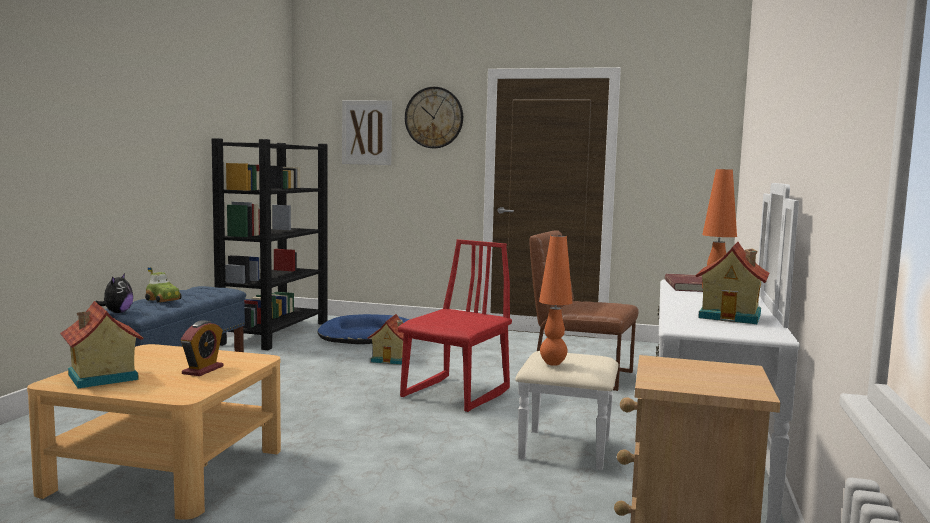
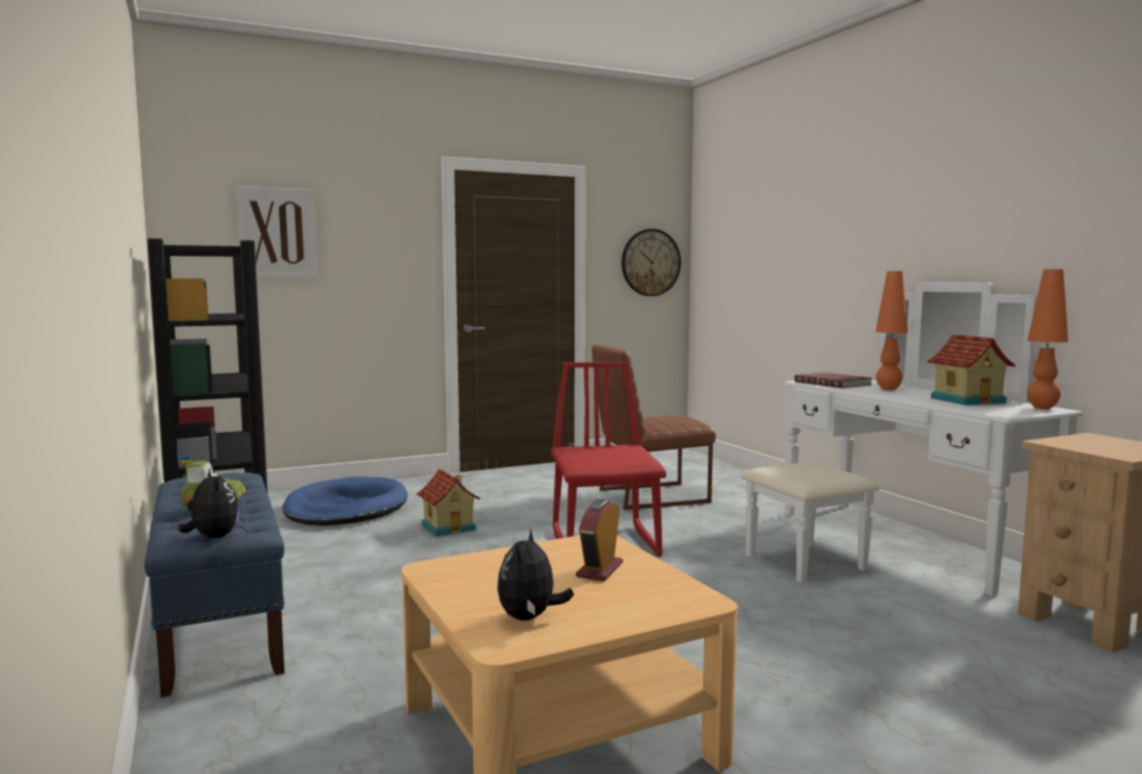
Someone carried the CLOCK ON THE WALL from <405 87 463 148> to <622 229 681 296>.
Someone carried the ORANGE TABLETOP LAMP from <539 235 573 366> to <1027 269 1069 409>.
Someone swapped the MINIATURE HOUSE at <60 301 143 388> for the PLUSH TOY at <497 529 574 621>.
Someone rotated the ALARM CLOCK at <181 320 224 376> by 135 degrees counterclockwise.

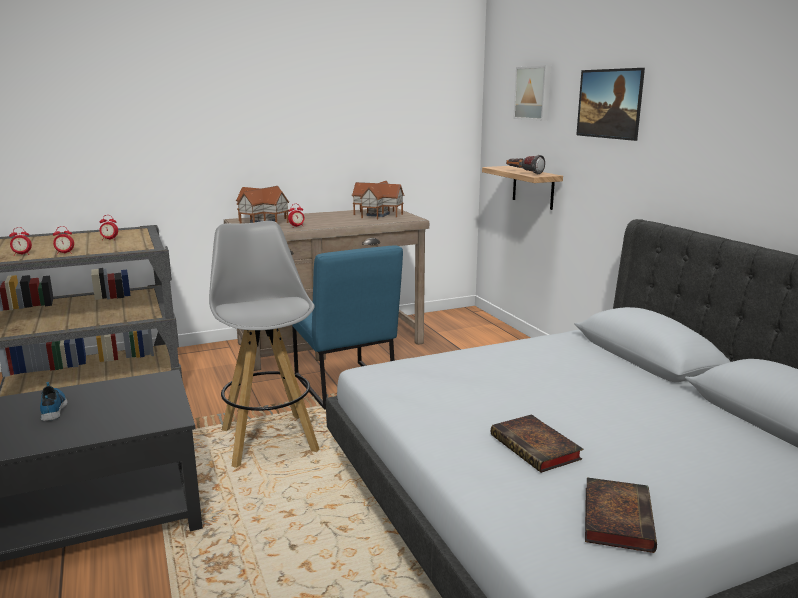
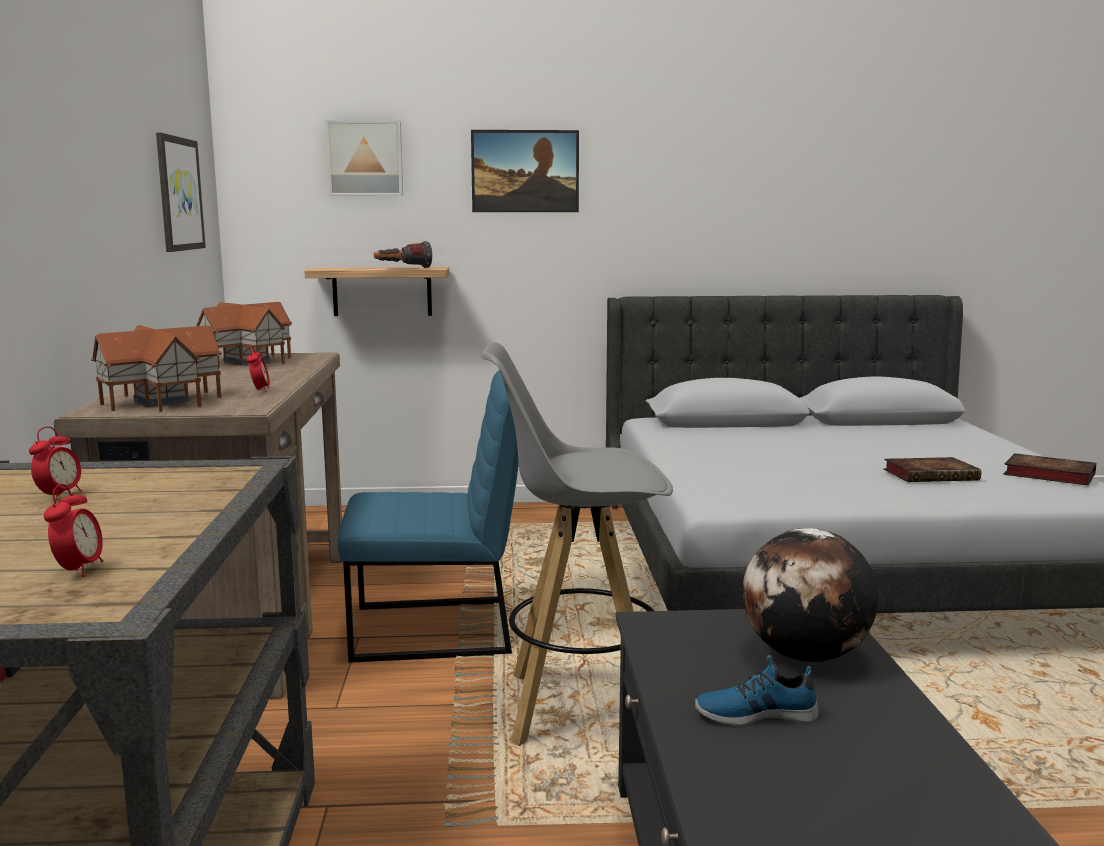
Someone took away the ALARM CLOCK at <53 226 74 255>.
Someone put up the PICTURE at <156 133 206 252>.
Someone put down the GLOBE at <743 528 878 663>.

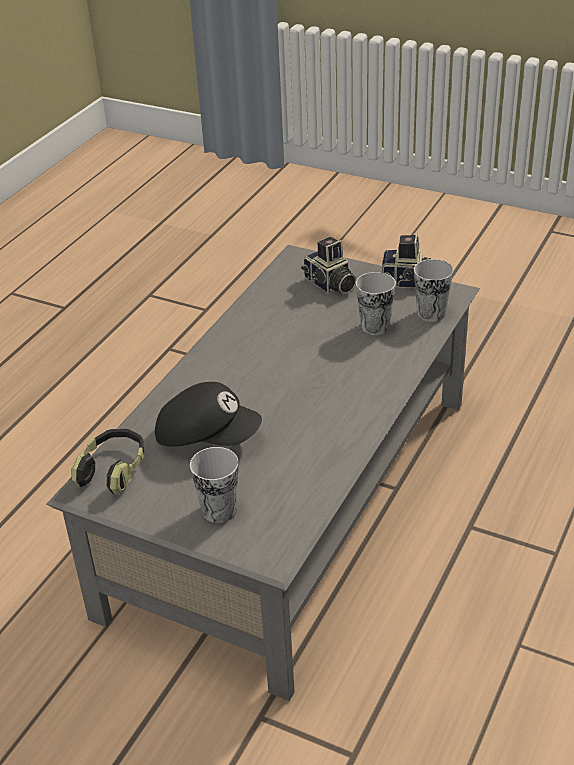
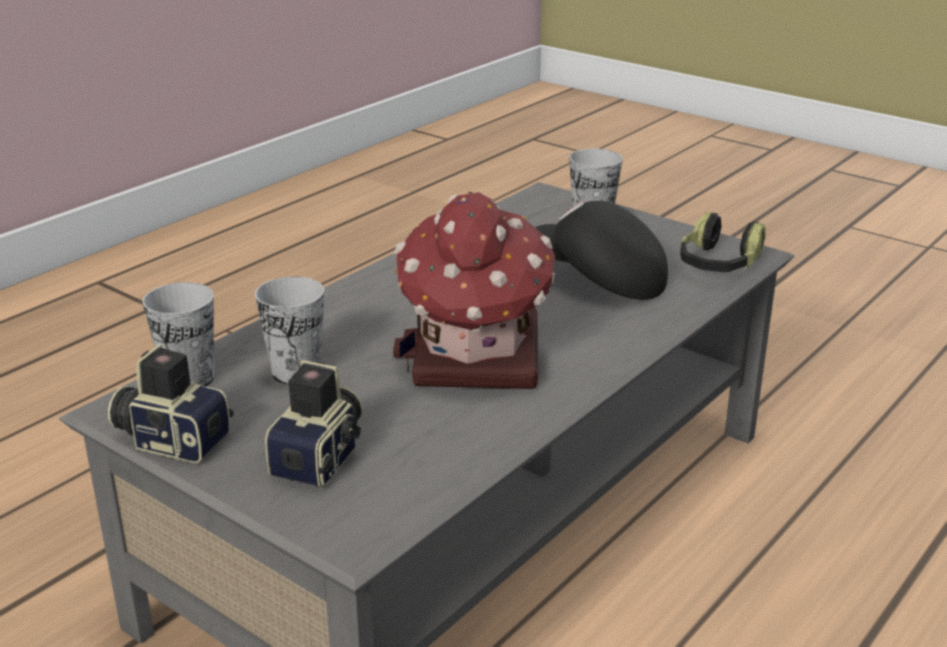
Someone put down the MINIATURE HOUSE at <393 191 555 389>.
Someone rotated the STILL CAMERA at <301 237 357 294> by 45 degrees clockwise.

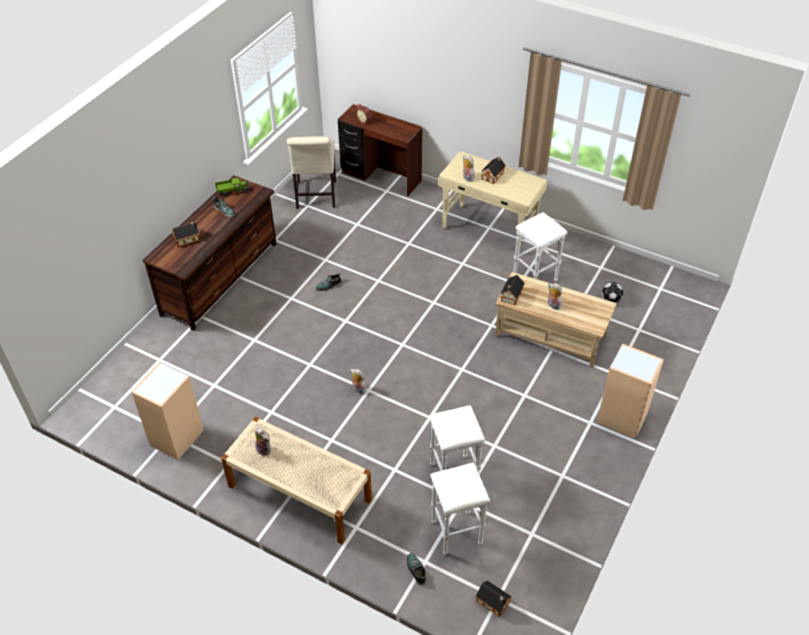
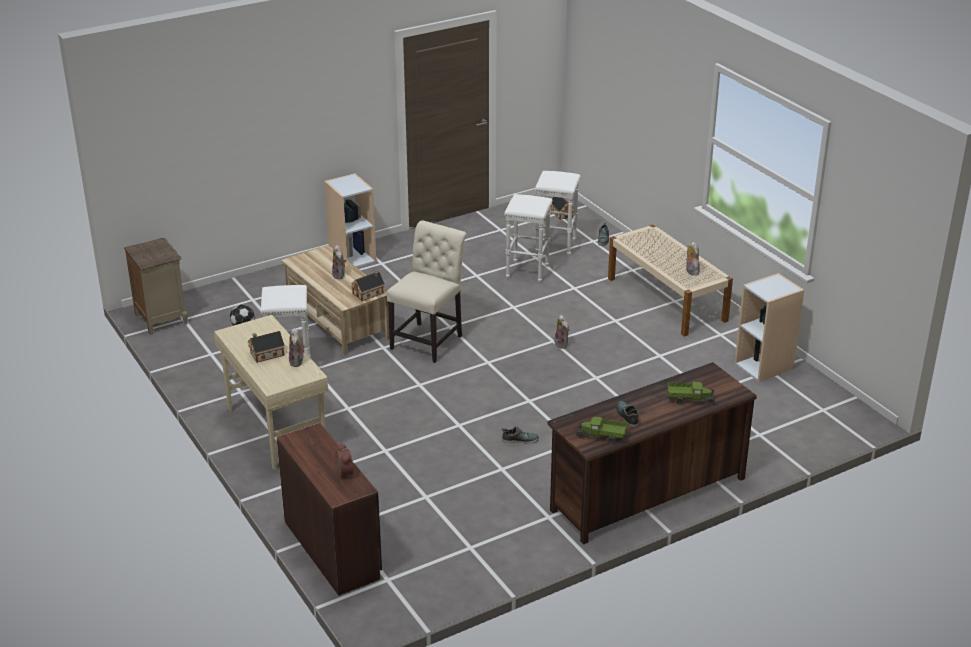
Someone put down the BEIGE BEDSIDE TABLE at <124 238 188 335>.
Someone carried the BEIGE PLAIN CHAIR from <287 136 336 209> to <387 220 467 363>.
Someone swapped the MINIATURE HOUSE at <171 221 200 247> for the TOY LORRY at <668 382 715 405>.

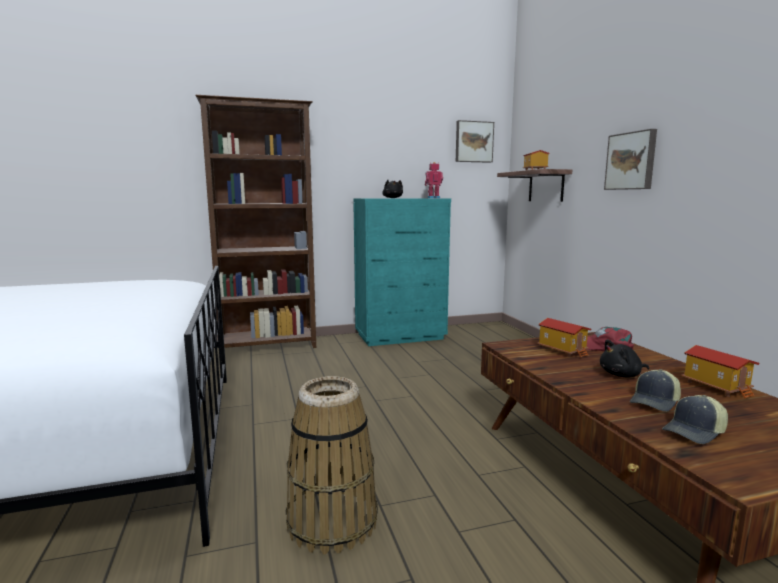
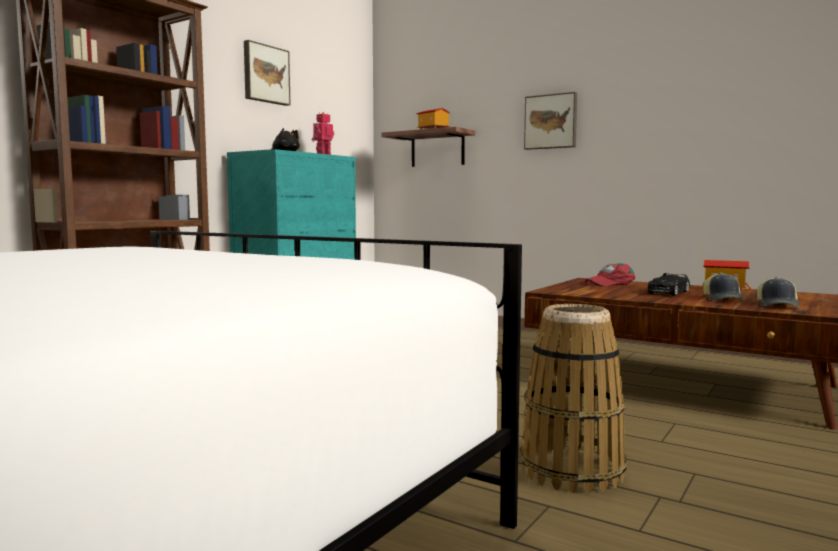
Someone took away the MINIATURE HOUSE at <537 318 591 357>.
Someone carried the PICTURE from <456 120 494 163> to <244 40 291 106>.
Someone swapped the BLACKISH PLUSH TOY at <600 340 649 378> for the BLACKISH MINIATURE CAR at <648 273 690 296>.

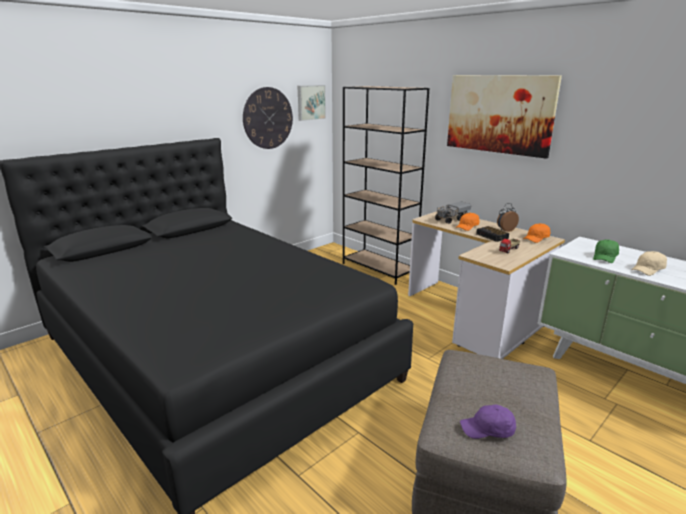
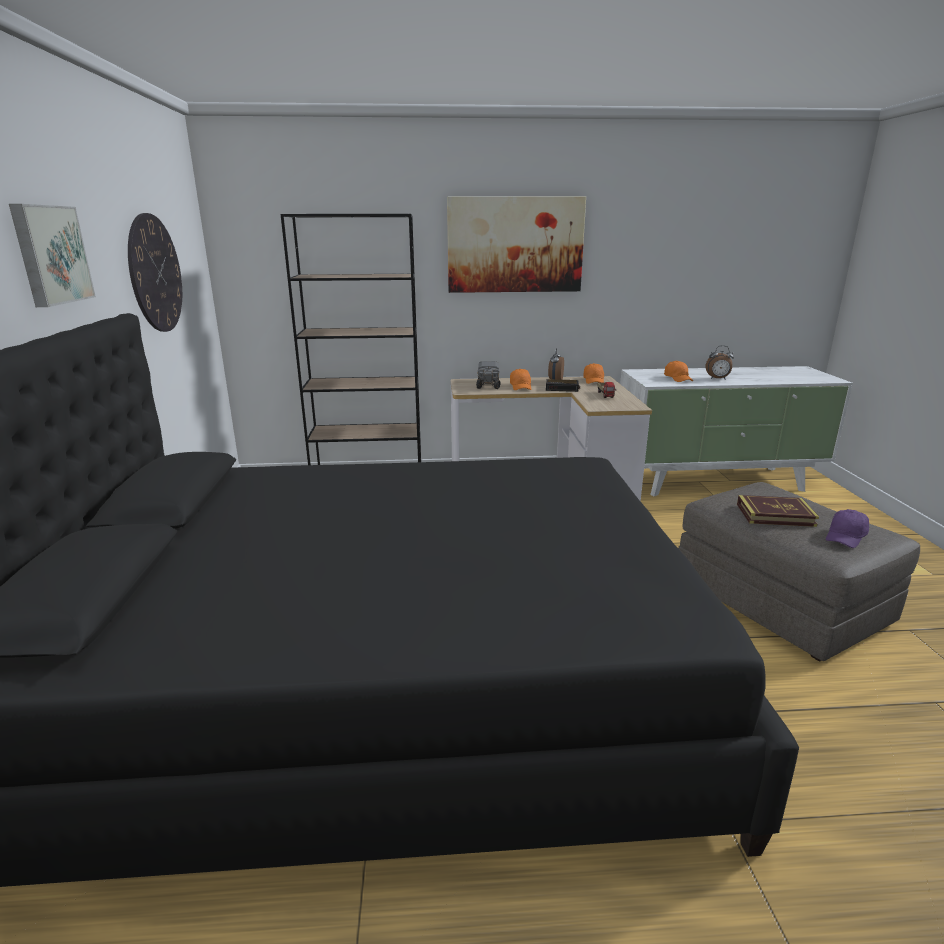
Someone put down the BOUND BOOK at <737 495 819 527>.
Someone carried the PICTURE from <298 85 326 121> to <9 204 96 307>.
Someone swapped the BEIGE CAP at <631 251 667 276> for the ALARM CLOCK at <706 346 734 379>.
Someone repainted the GREENISH CAP at <593 239 619 263>, which became the ORANGE CAP at <664 361 693 382>.

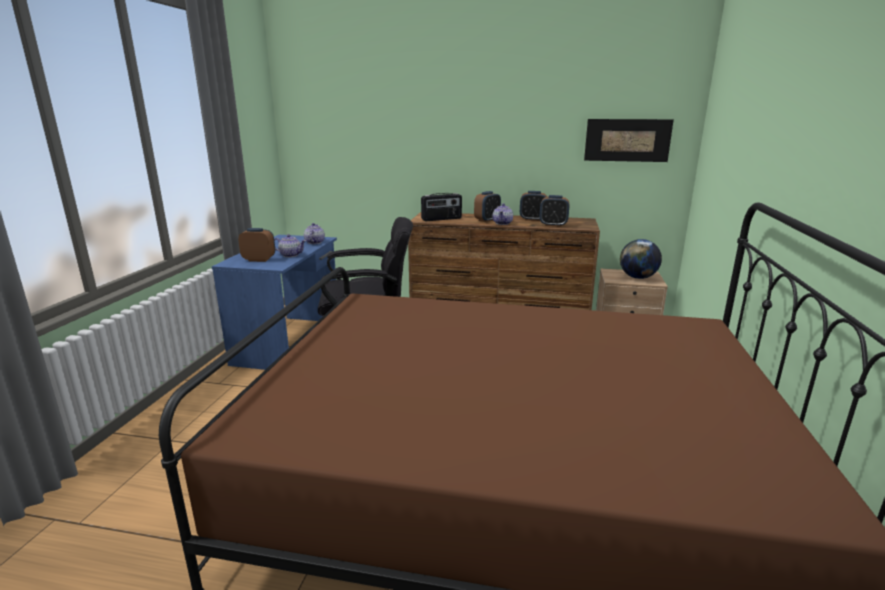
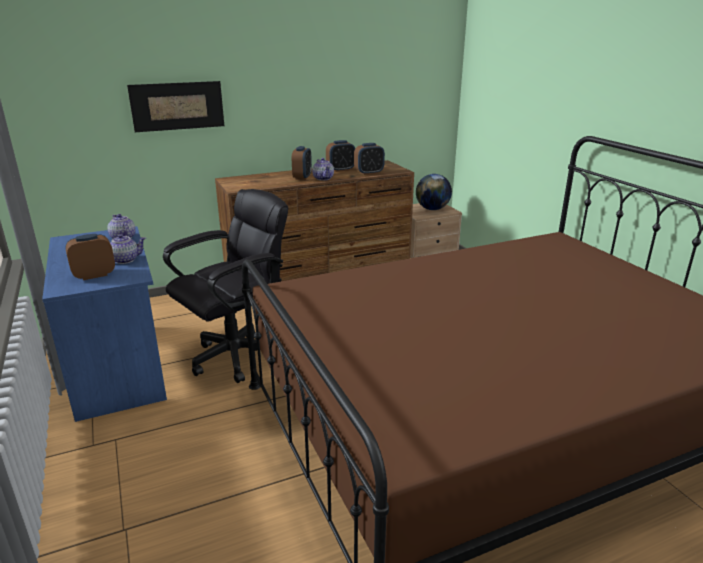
Someone took away the RADIO SET at <421 193 462 221>.
Someone carried the PICTURE from <584 119 674 162> to <127 81 224 132>.

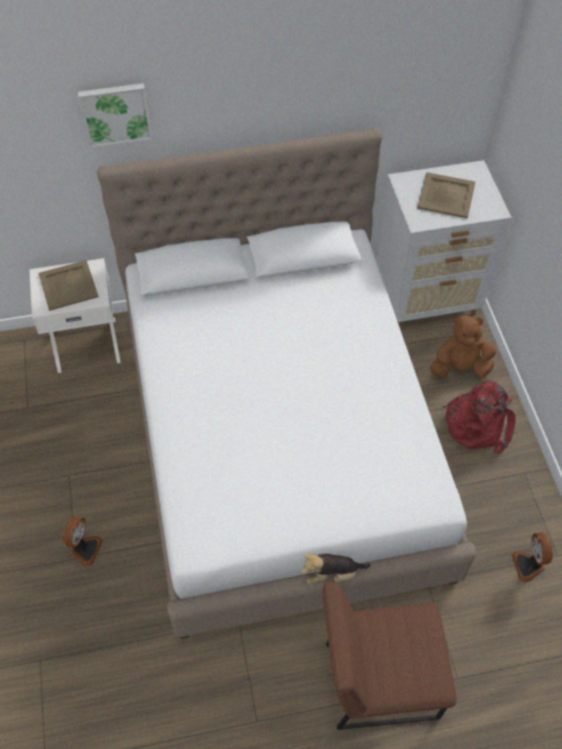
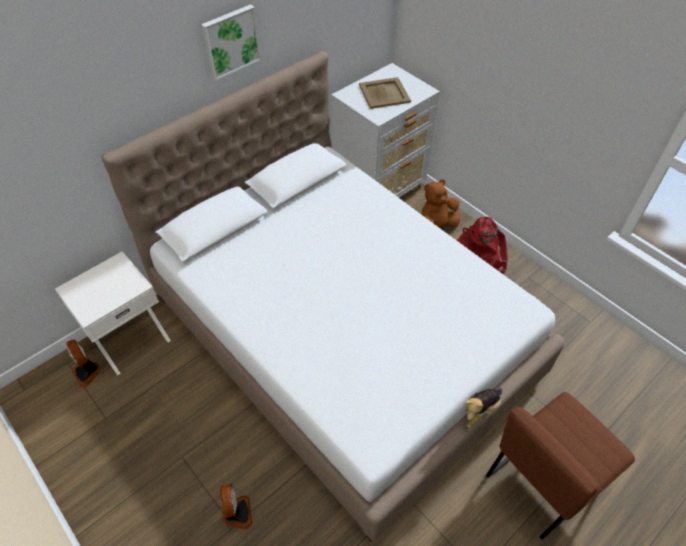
Someone took away the BEIGE TRAY at <38 260 99 311>.
Someone carried the PICTURE from <78 83 152 148> to <201 4 261 81>.
Someone carried the COOLING FAN from <512 532 553 582> to <66 339 101 387>.

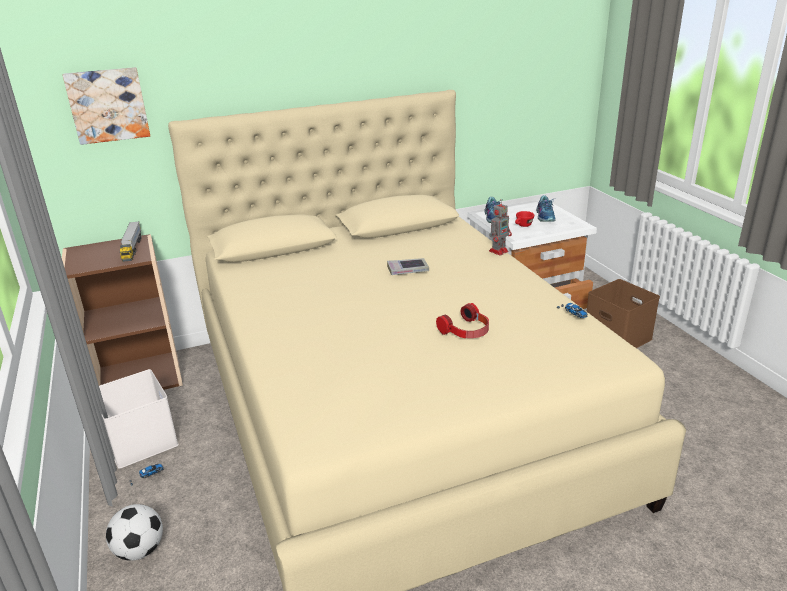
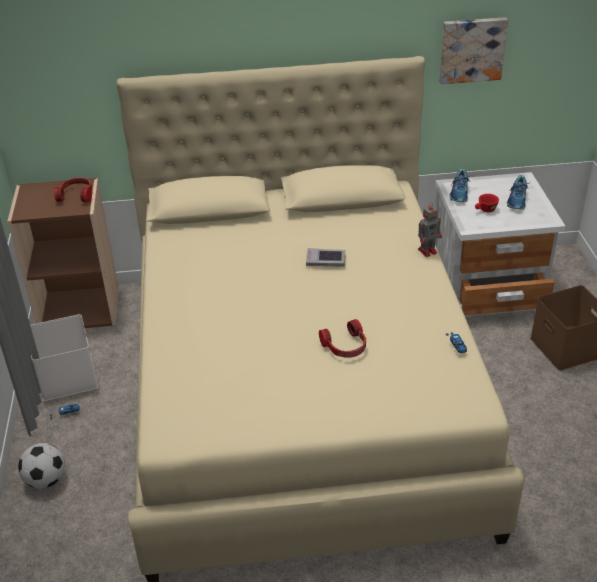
Someone carried the PICTURE from <63 67 150 145> to <439 17 508 84>.
Someone swapped the TOY LORRY at <120 221 142 262> for the HEADPHONES at <54 177 92 202>.

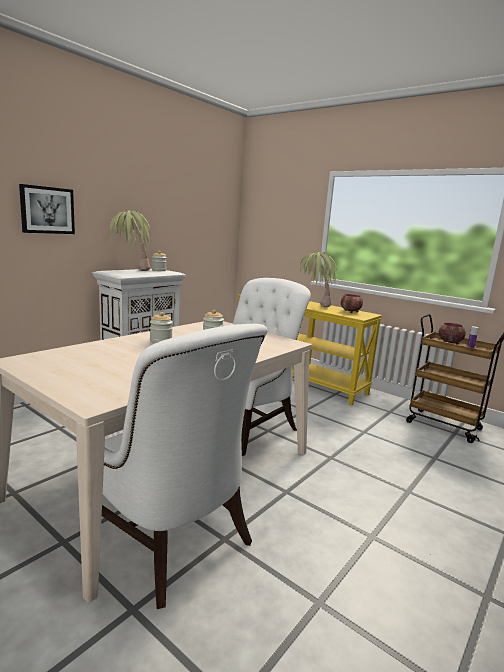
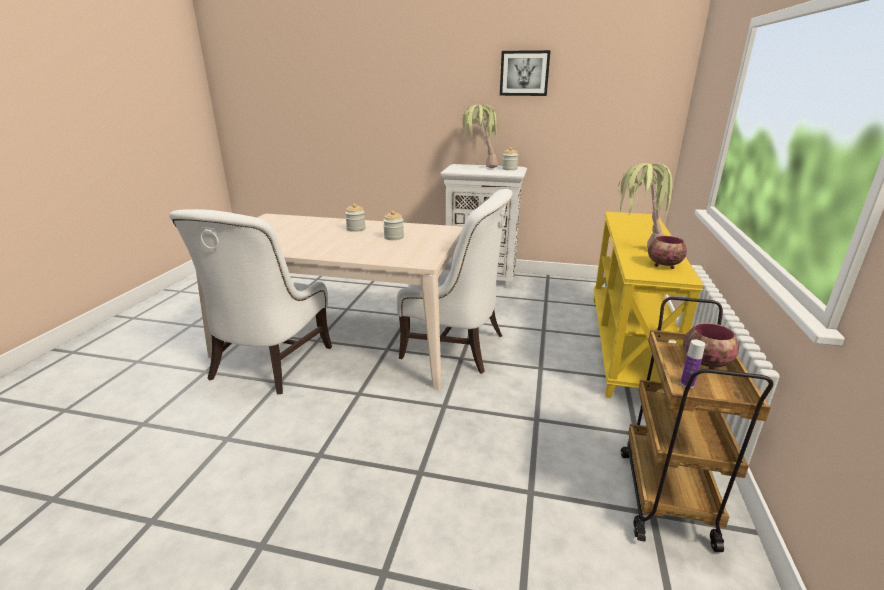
Someone carried the PICTURE from <19 184 75 234> to <500 50 551 96>.

